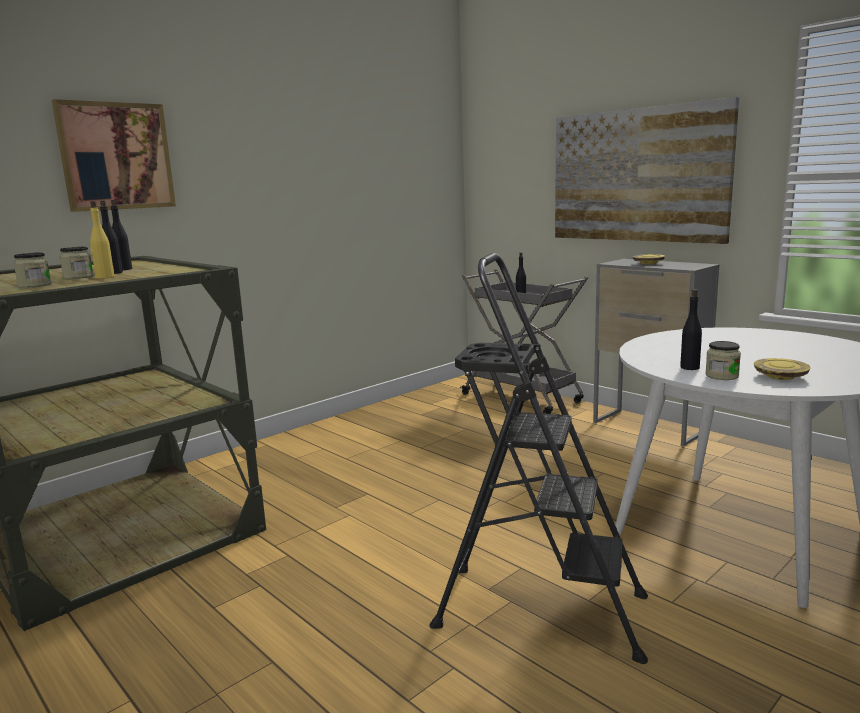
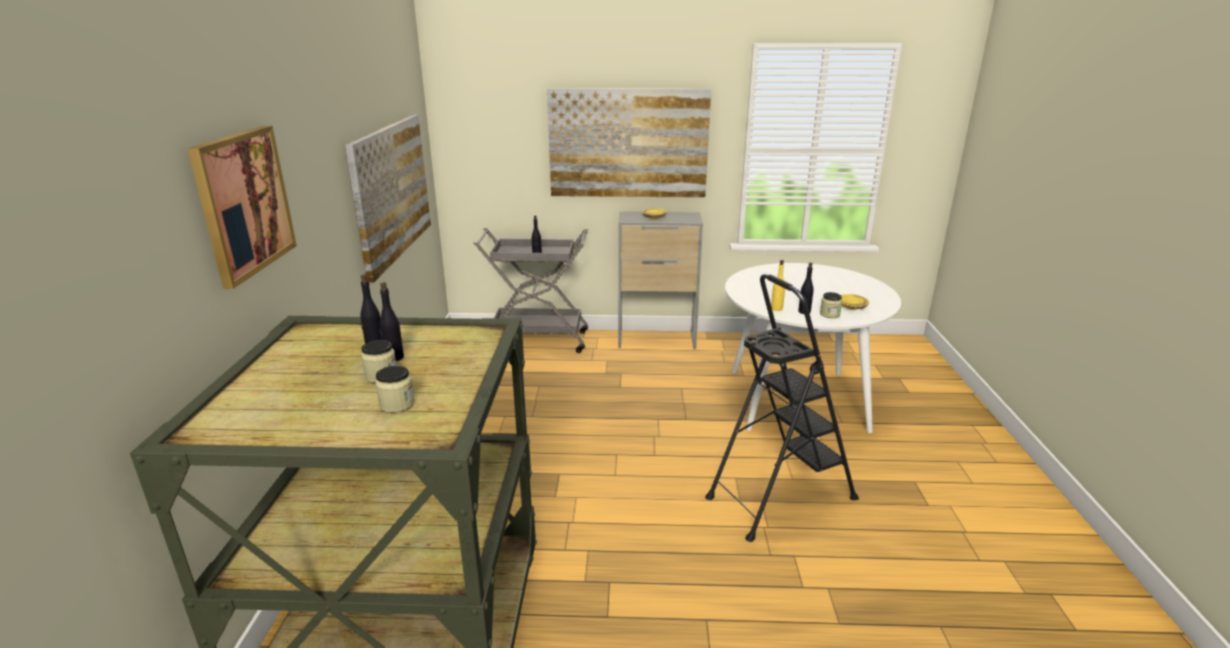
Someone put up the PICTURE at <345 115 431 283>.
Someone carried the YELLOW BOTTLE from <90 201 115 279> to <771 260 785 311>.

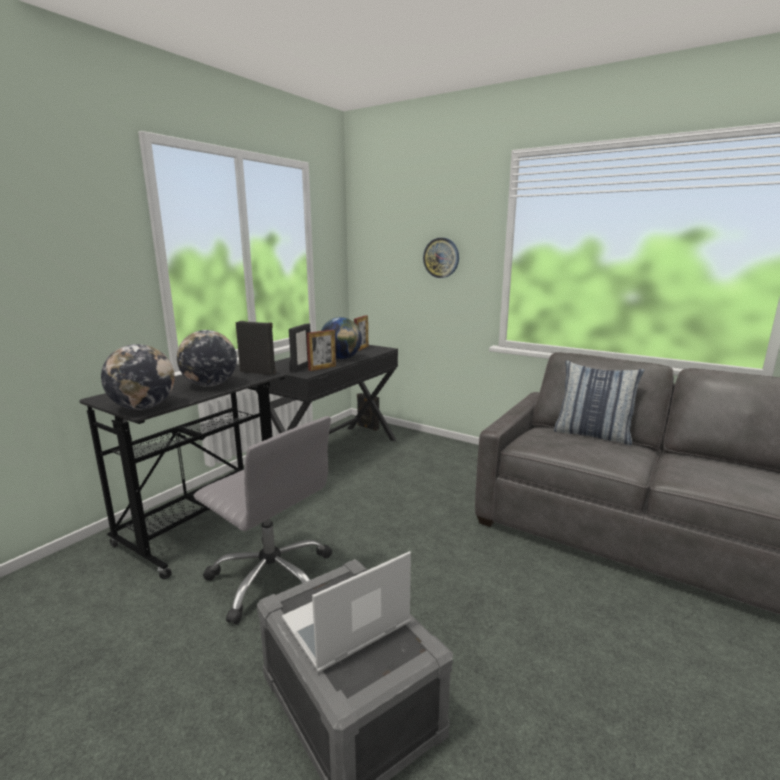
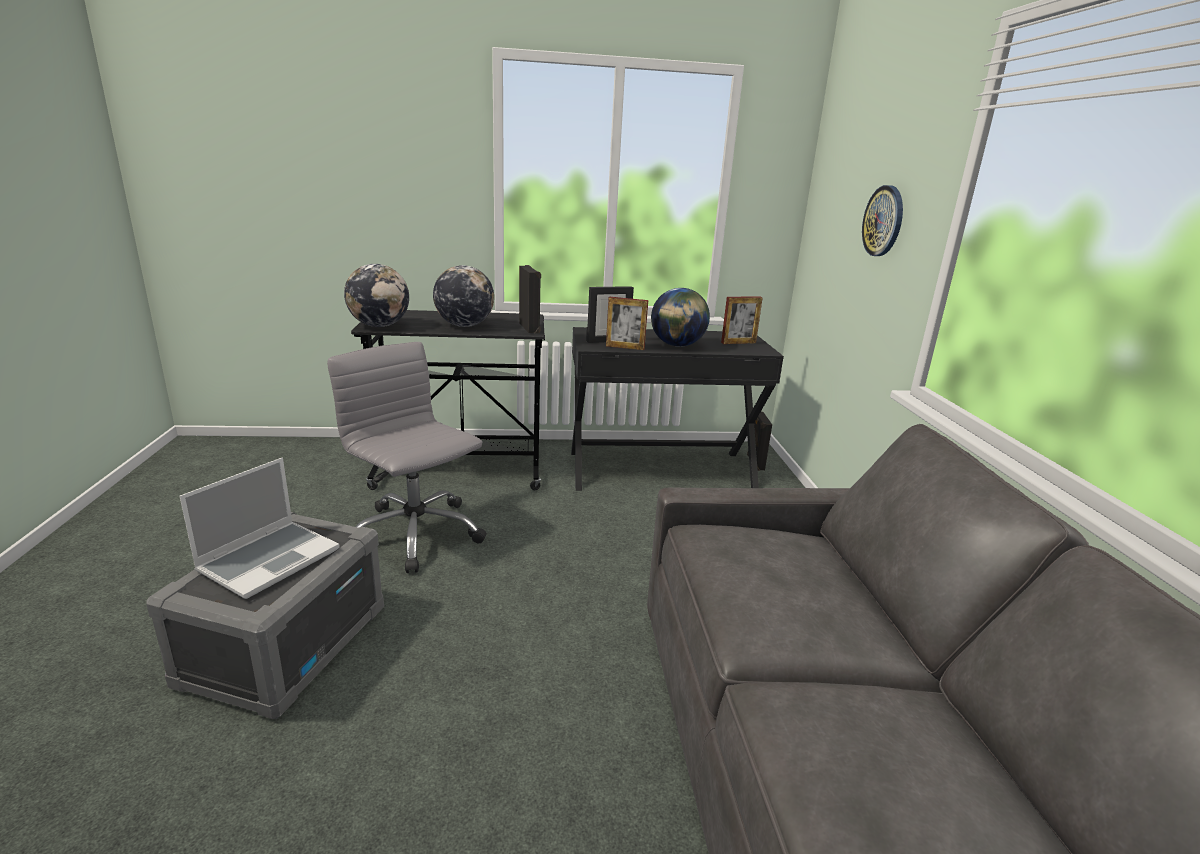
Someone took away the CUSHION at <554 361 644 445>.
Someone rotated the GREYISH OFFICE CHAIR at <194 416 332 624> by 135 degrees clockwise.
Someone rotated the LAPTOP at <282 551 411 673> by 105 degrees clockwise.

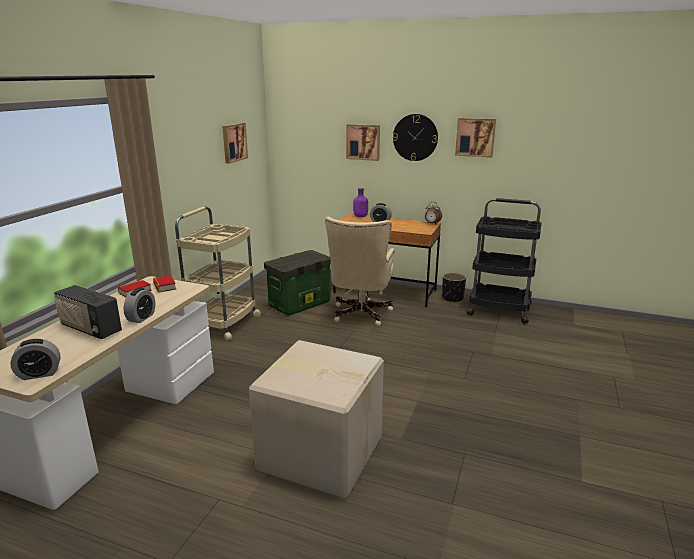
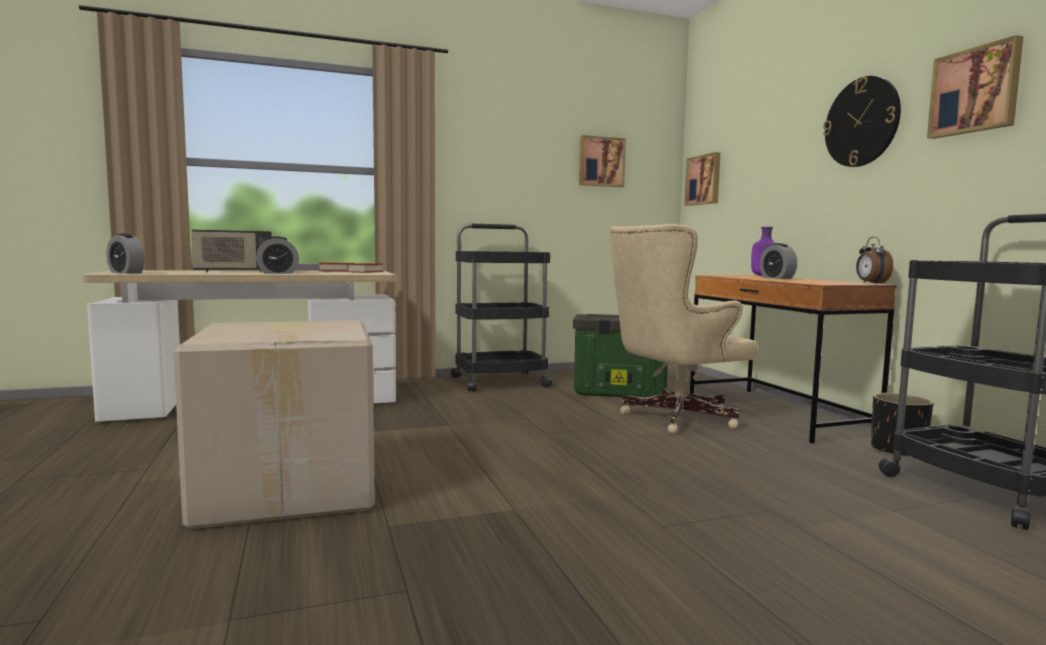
Someone carried the PICTURE from <346 124 380 161> to <685 152 720 206>.
Someone repainted the BEIGE WHEELED CART at <175 207 261 341>, which became the BLACKISH WHEELED CART at <451 224 552 392>.
Someone rotated the RADIO SET at <54 285 122 339> by 105 degrees counterclockwise.

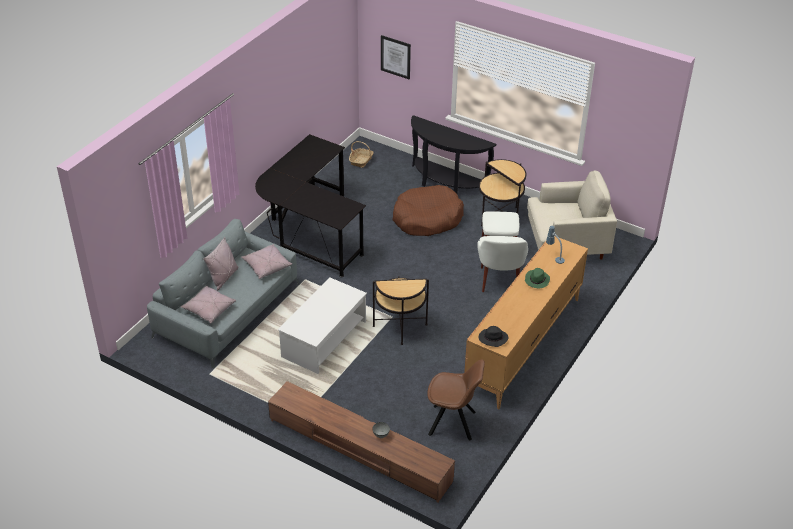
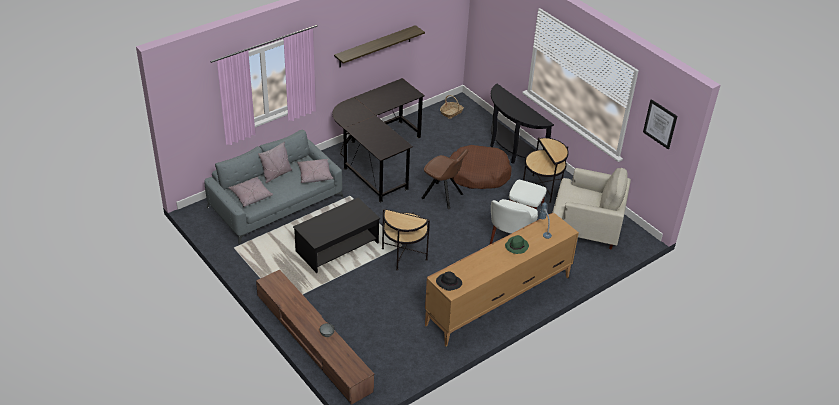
Someone put up the BRACKET SHELF at <334 25 425 67>.
Someone carried the PICTURE from <381 35 411 79> to <643 99 678 149>.
Someone carried the BROWNISH PLAIN CHAIR from <427 359 485 440> to <422 149 469 210>.
Someone repainted the WHITE COFFEE TABLE at <278 277 367 374>, which became the BLACKISH COFFEE TABLE at <293 198 380 273>.

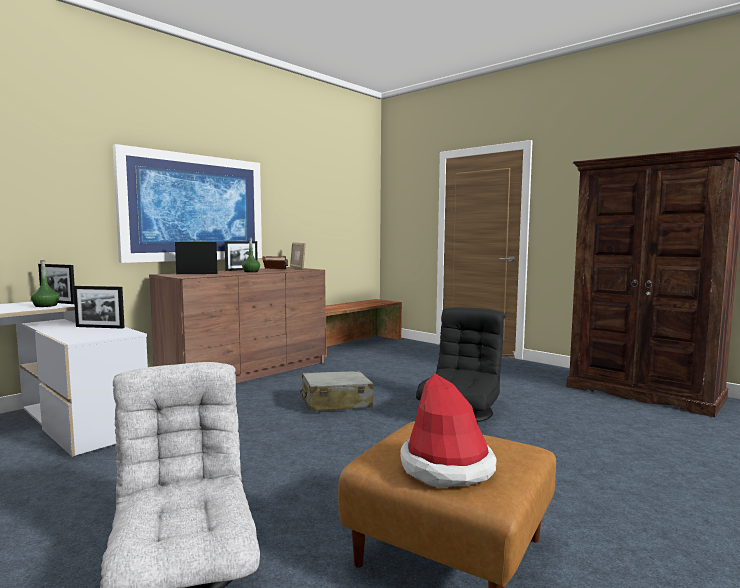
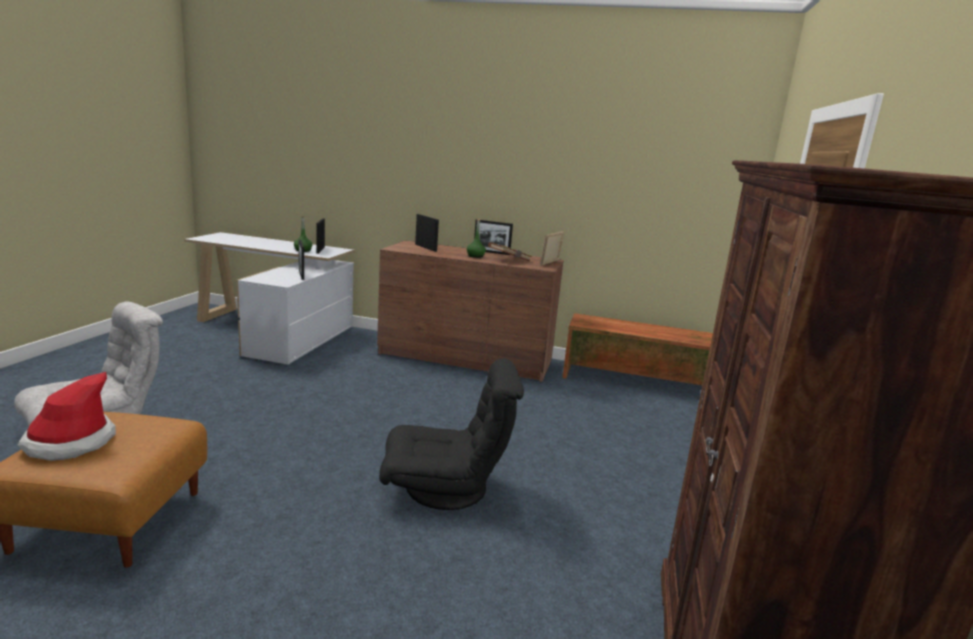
Someone took away the PICTURE at <113 144 262 263>.
Someone took away the GREYISH TRAVEL CASE at <299 371 374 412>.

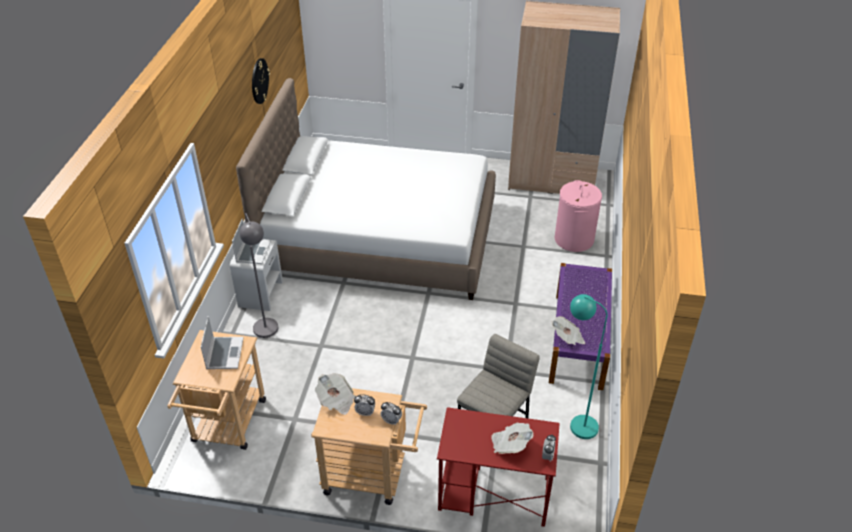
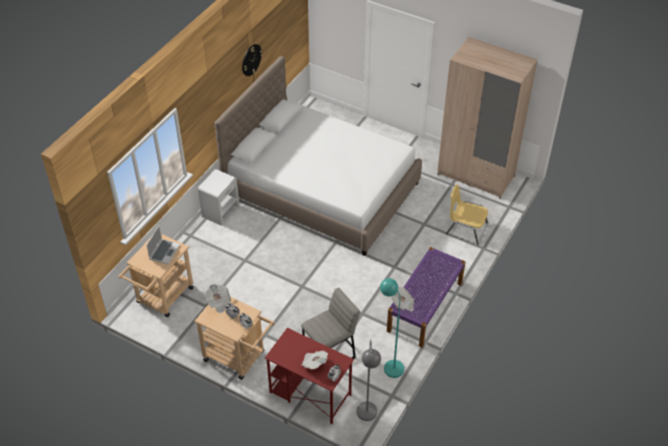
Someone took away the LAPTOP at <232 218 271 264>.
Someone carried the GREYISH STANDING LAMP from <240 213 278 338> to <357 340 381 421>.
Someone swapped the PINK HAMPER at <555 180 602 252> for the YELLOW PLAIN CHAIR at <446 184 488 245>.

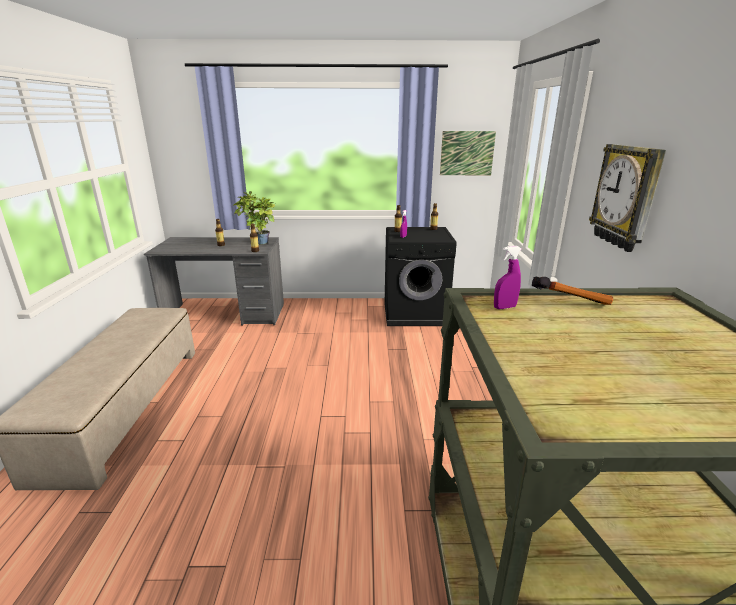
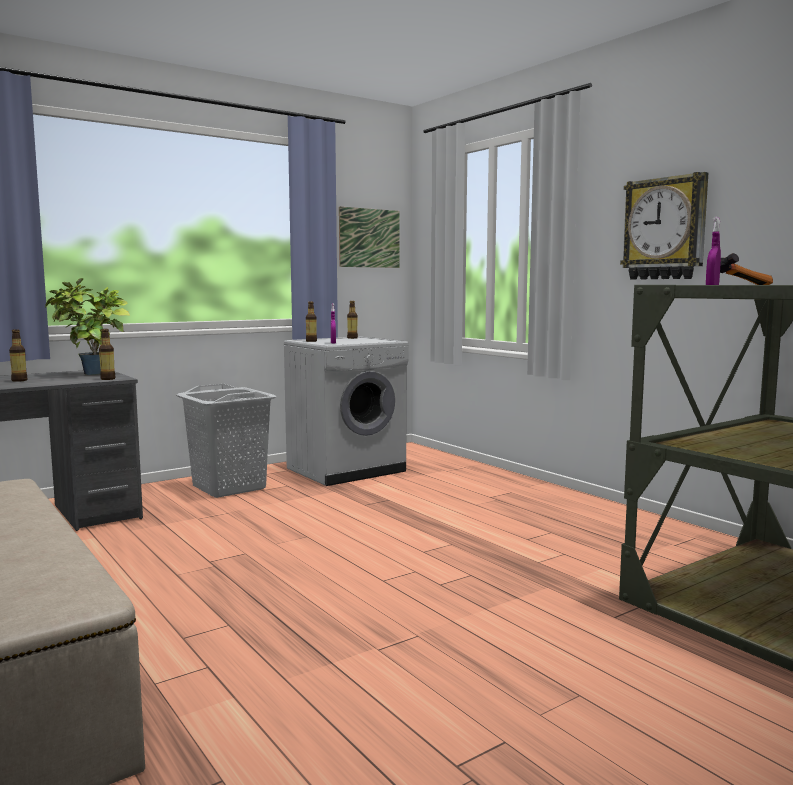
Someone put down the GREYISH HAMPER at <176 384 276 498>.
Someone repainted the BLACKISH LAUNDRY APPLIANCE at <385 227 457 326>, which became the WHITE LAUNDRY APPLIANCE at <284 337 409 486>.

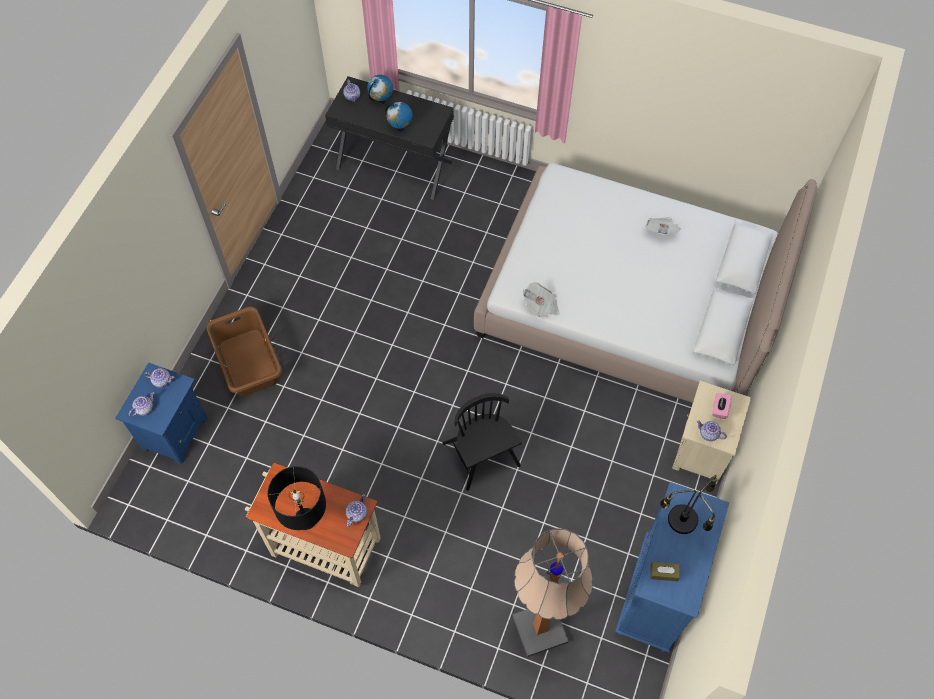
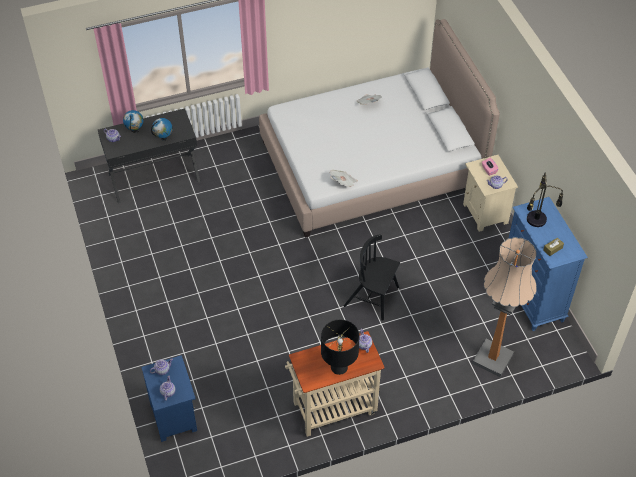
Someone took away the BROWNISH HAMPER at <206 306 282 396>.

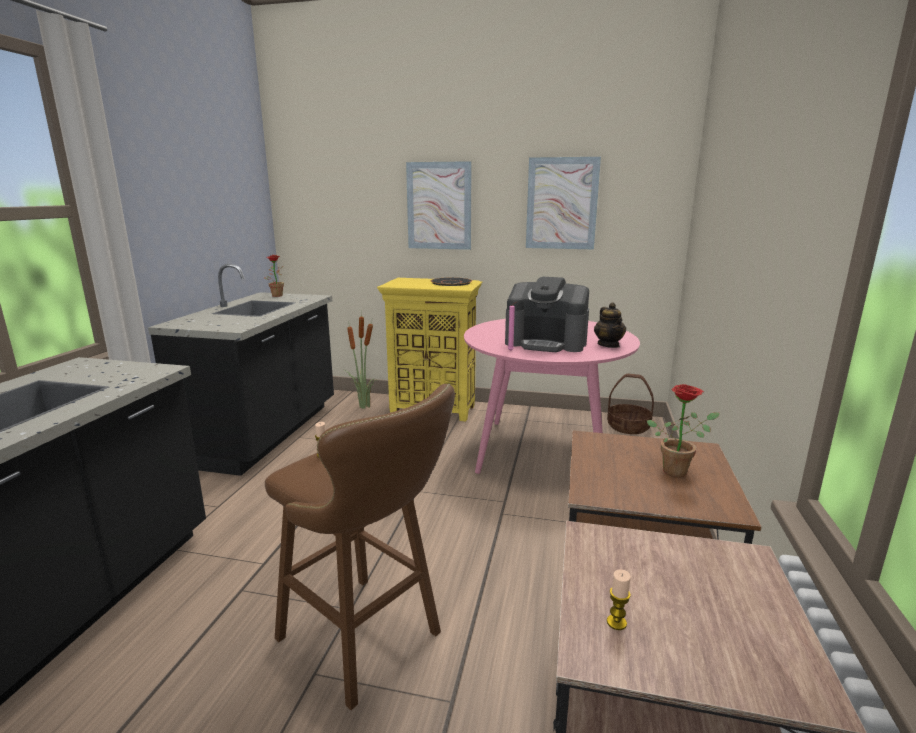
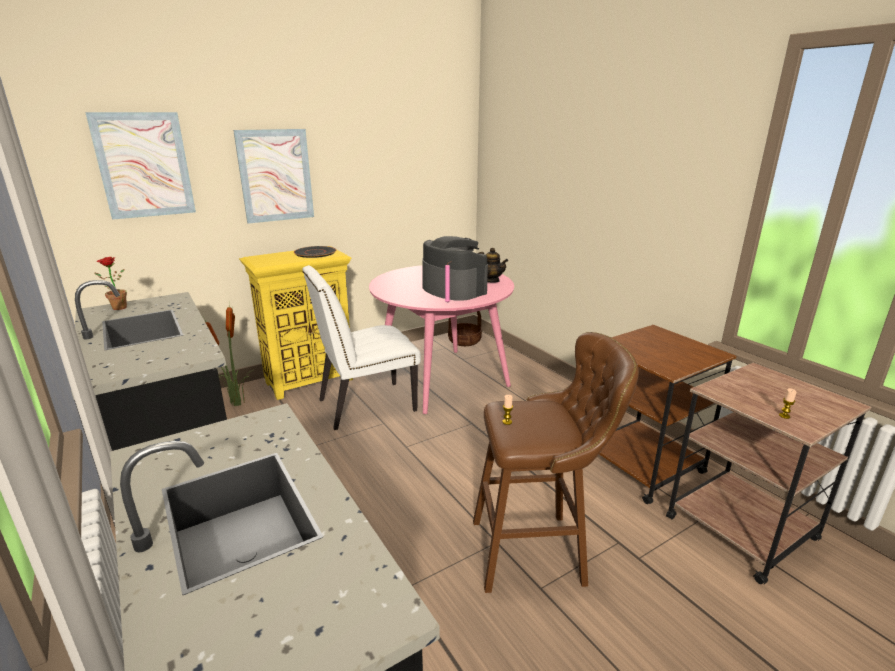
Someone took away the PLANT IN A POT at <647 384 719 477>.
Someone put down the WHITE PLAIN CHAIR at <302 265 421 430>.
Someone carried the PICTURE from <526 157 601 249> to <85 112 196 220>.
Someone rotated the COFFEE MACHINE at <505 277 589 352> by 105 degrees counterclockwise.

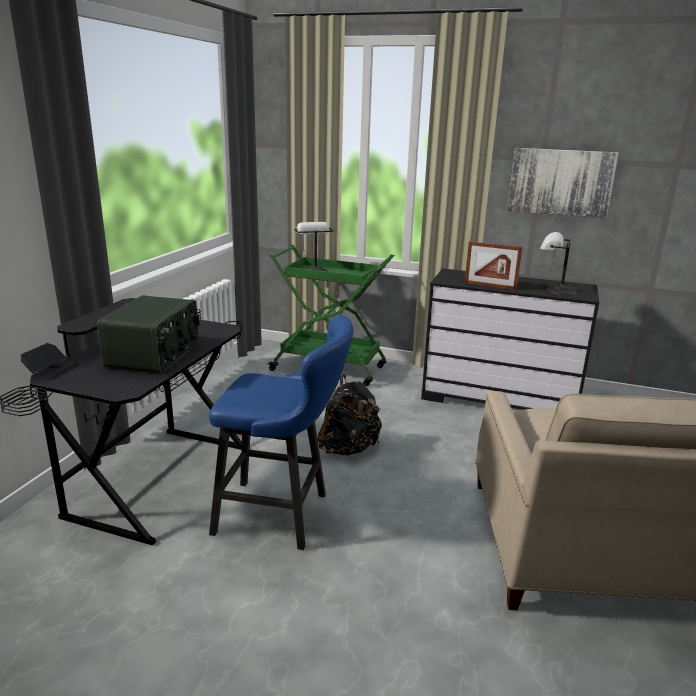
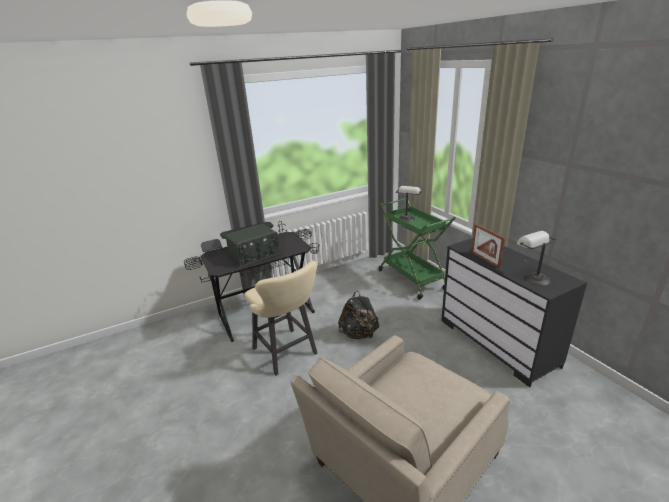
Someone took away the PICTURE at <507 148 619 218>.
Someone repainted the BLUE SITTING STOOL at <209 315 353 550>, which became the BEIGE SITTING STOOL at <244 261 318 376>.

